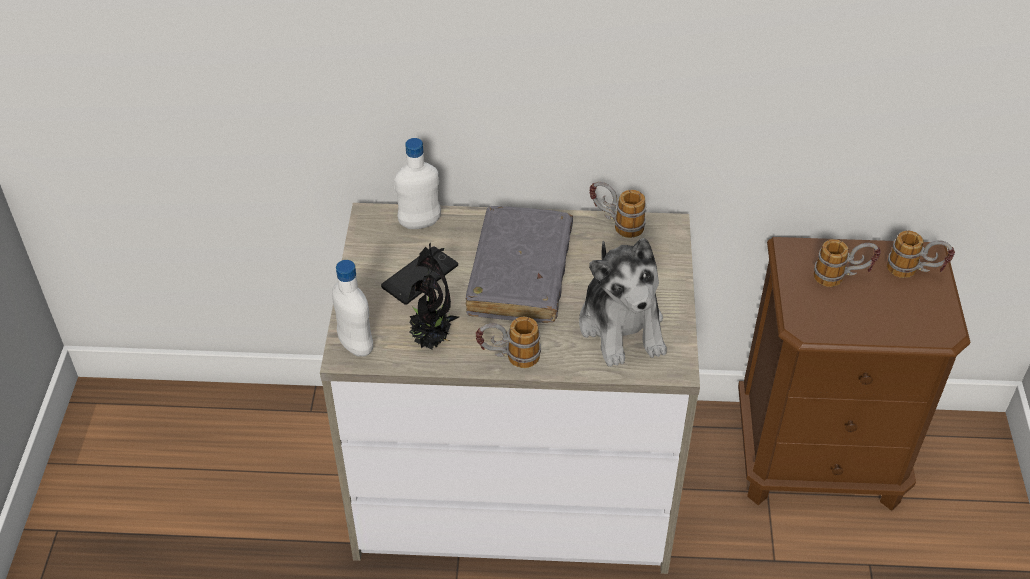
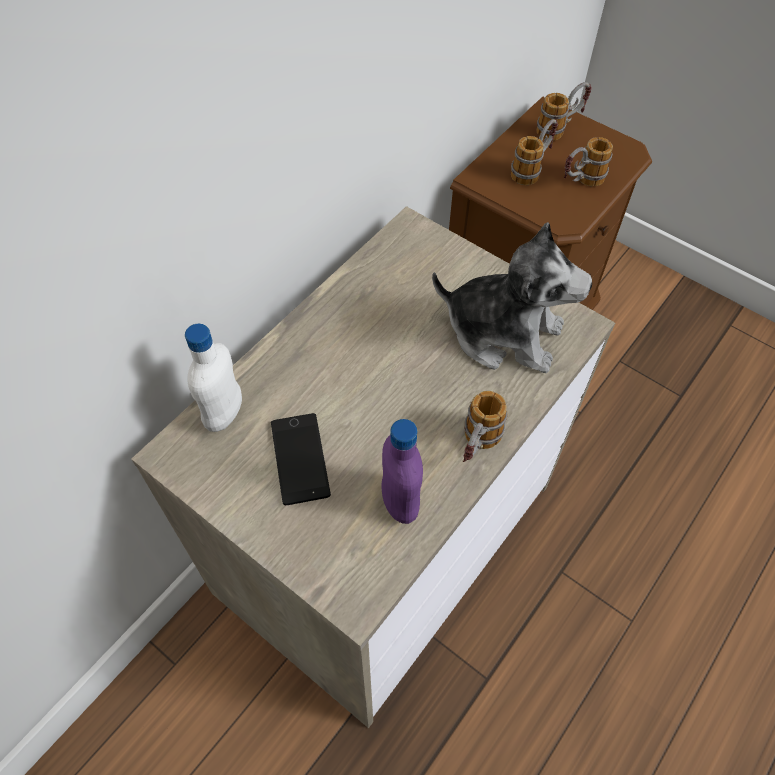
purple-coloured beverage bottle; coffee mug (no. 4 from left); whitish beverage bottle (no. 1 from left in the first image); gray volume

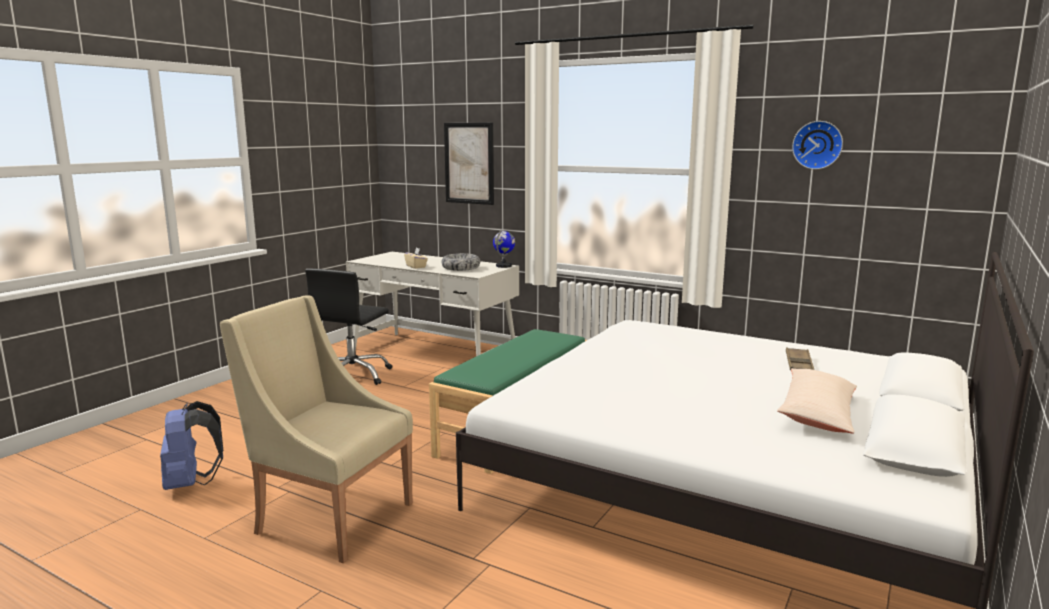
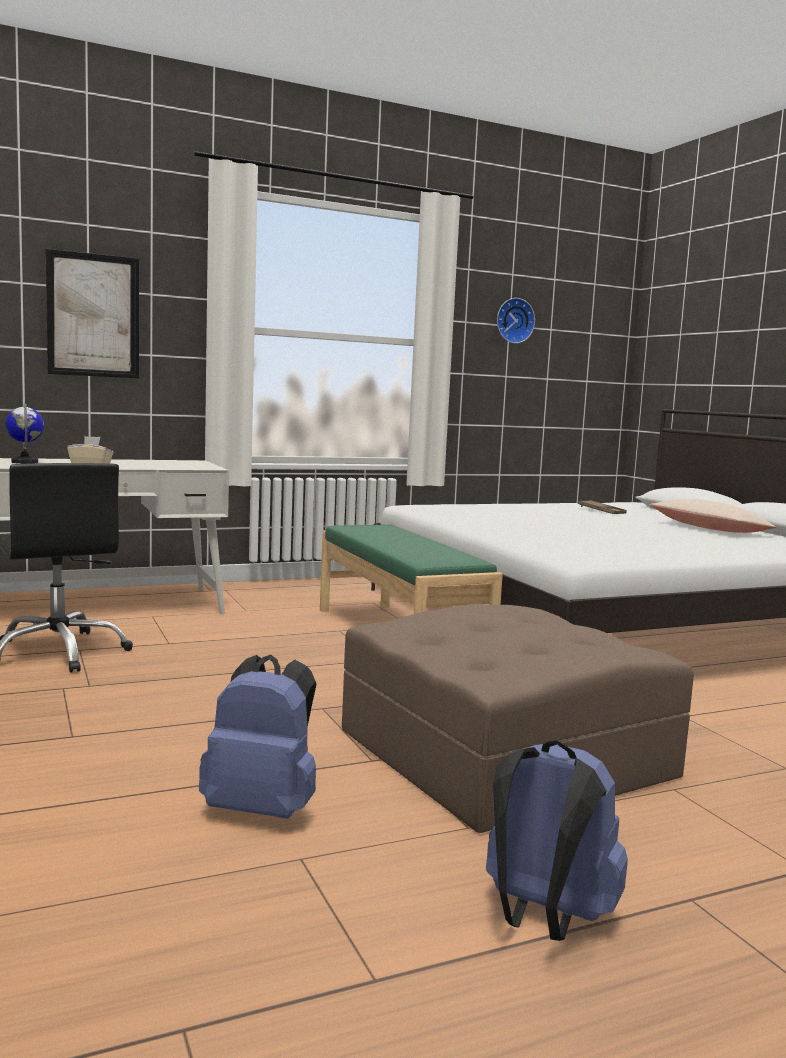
desk globe; brownish ottoman; blue rucksack (no. 2 from left); serving bowl

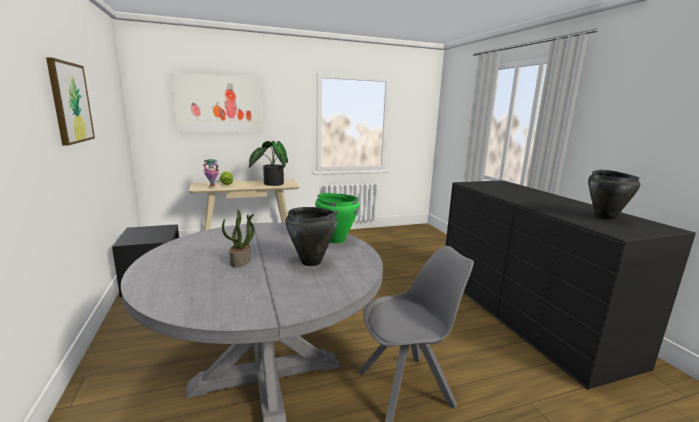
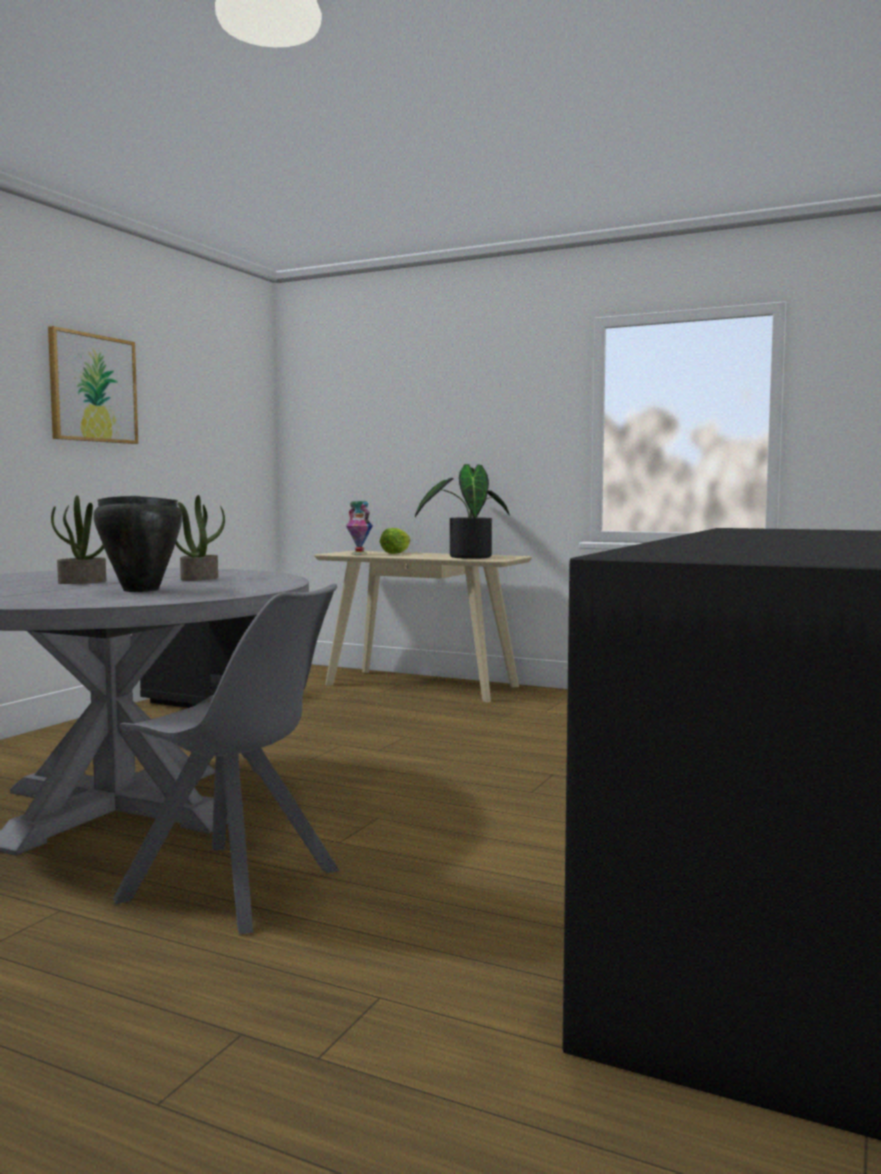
plant in a pot (no. 2 from left); wall art (no. 2 from left in the first image); green stockpot; black-coloured stockpot (no. 2 from left in the first image)

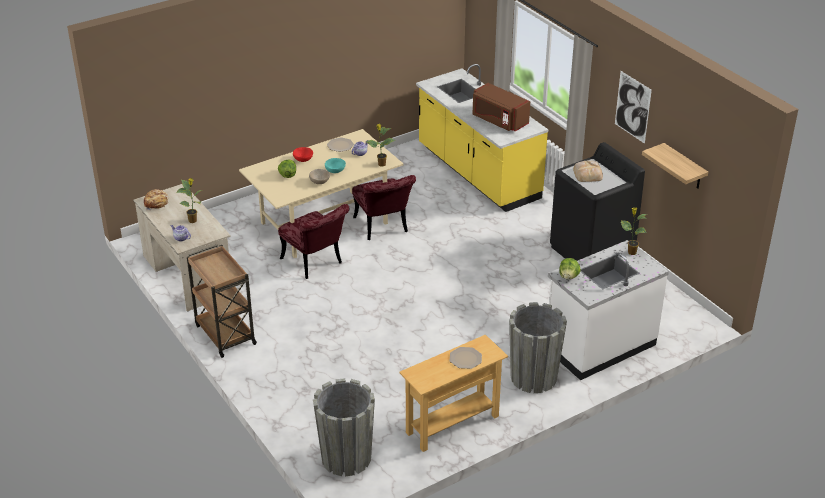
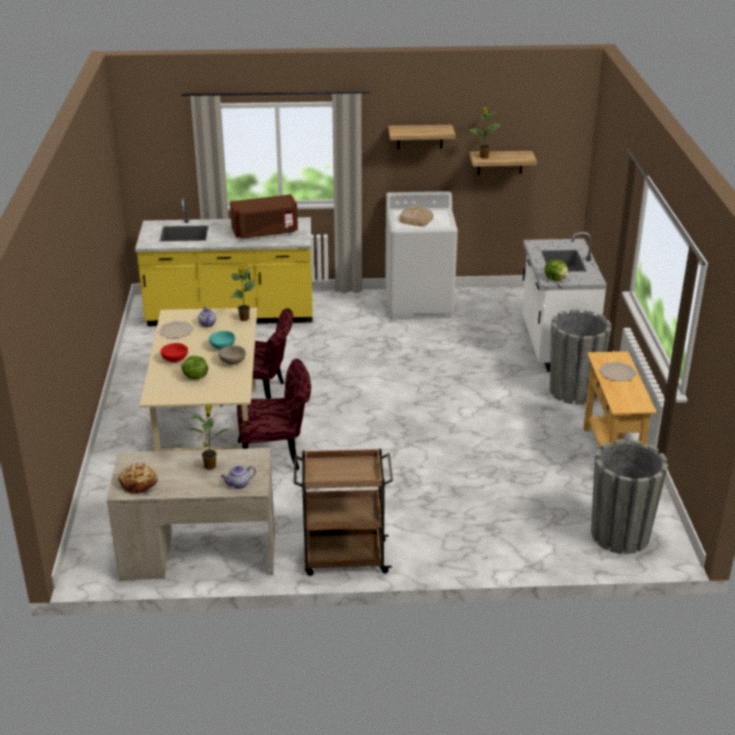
whitish laundry machine; wall shelf (no. 1 from left); plant in a pot (no. 3 from left)

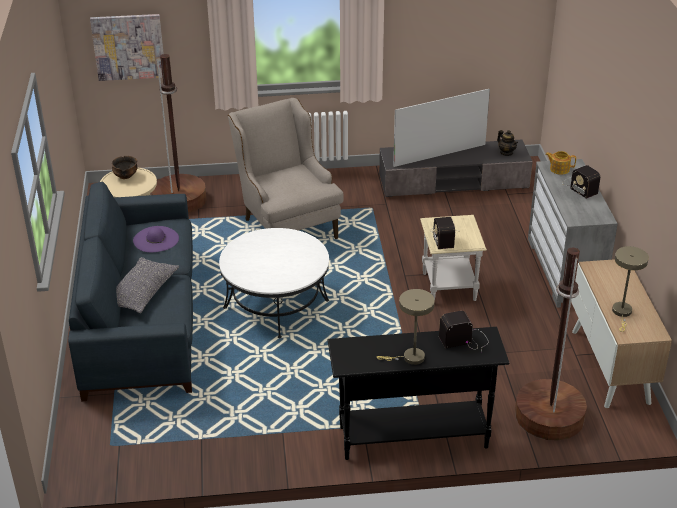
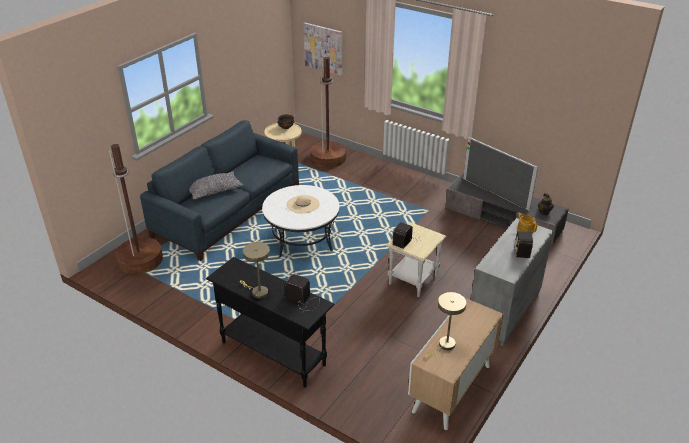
brownish floor lamp (no. 1 from left); sand-coloured clothing hat; TV set; purple-coloured clothing hat; sand-coloured lounge chair

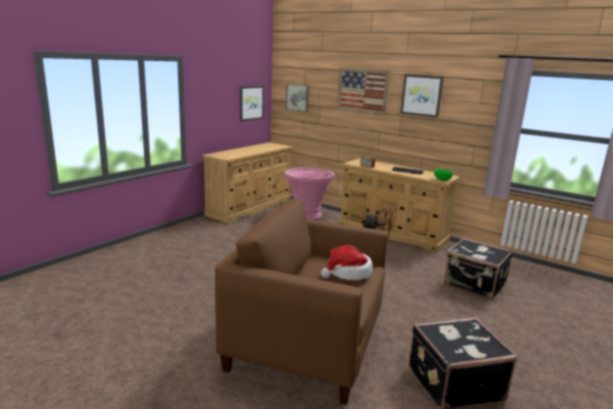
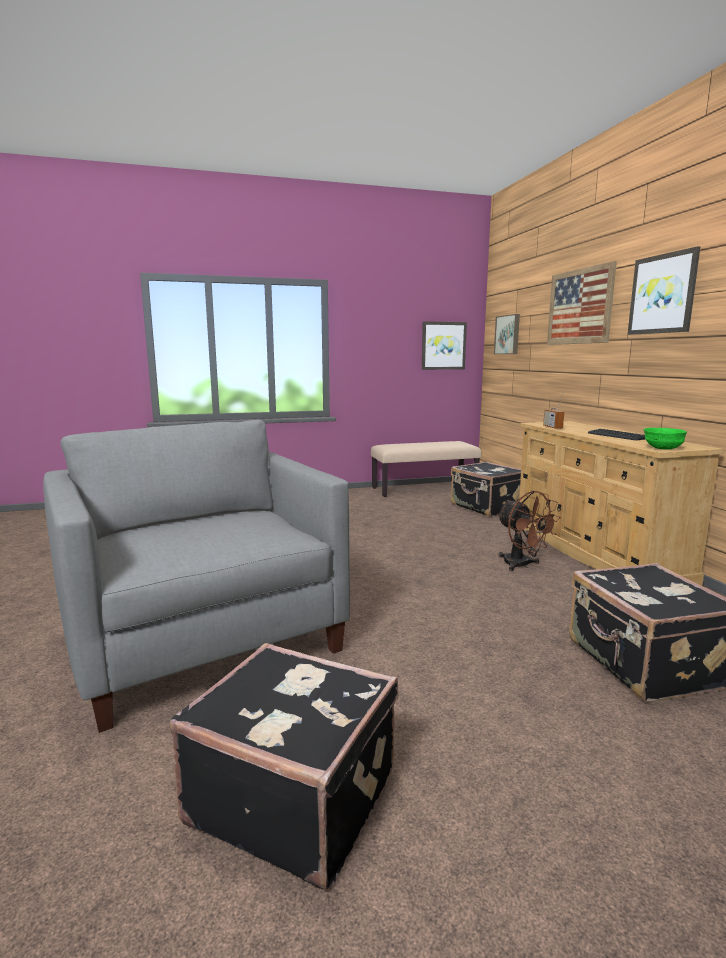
gray lounge chair; sand-coloured bench; black-coloured suitcase (no. 2 from left); clothing hat

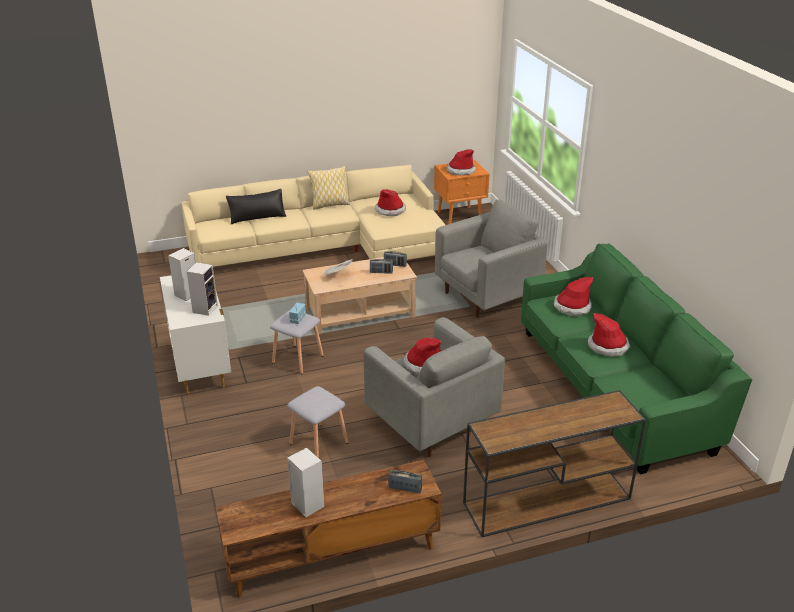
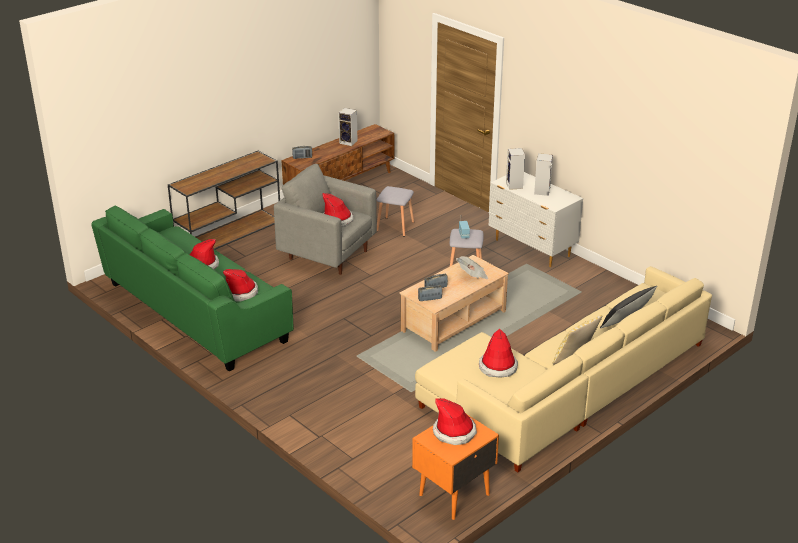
gray lounge chair (no. 2 from left in the first image)

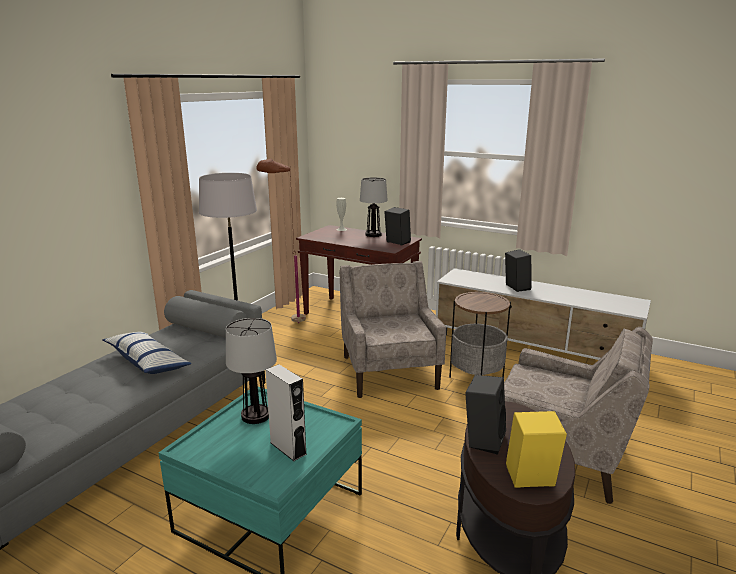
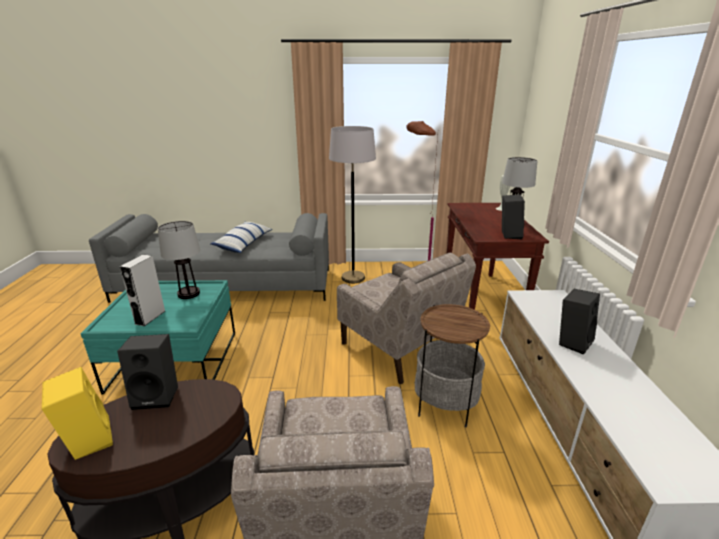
sand-coloured lounge chair (no. 2 from left)

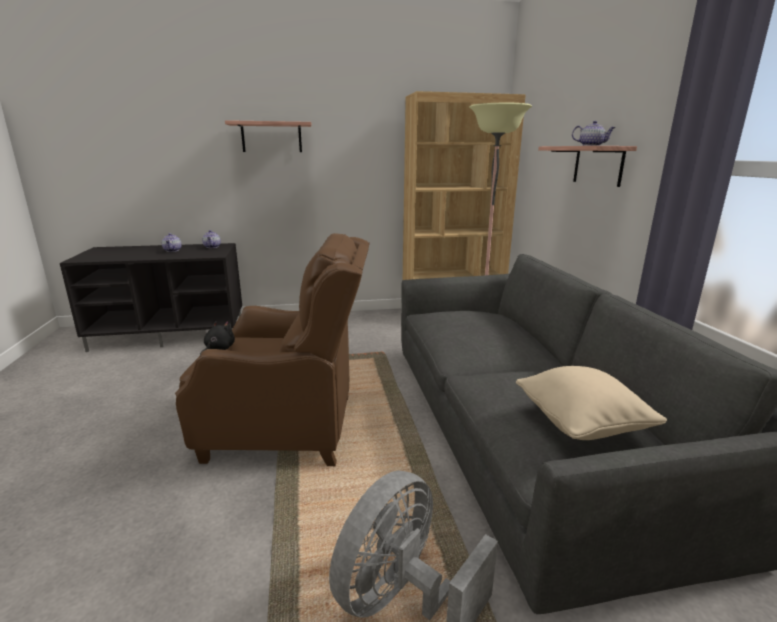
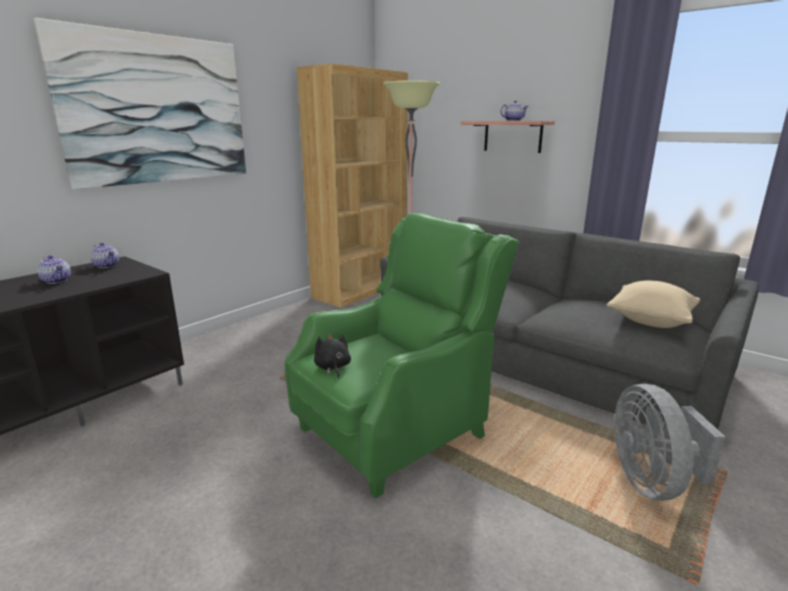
wall art; green lounge chair

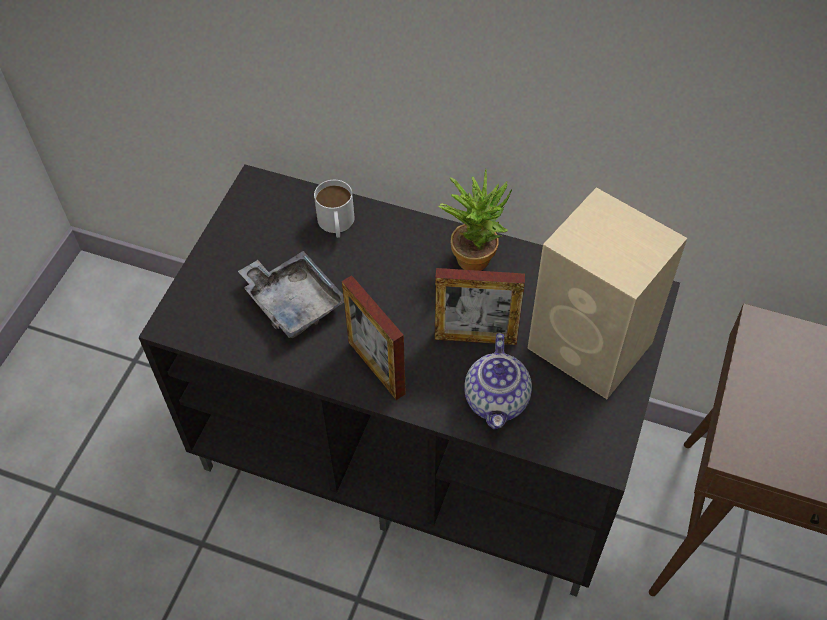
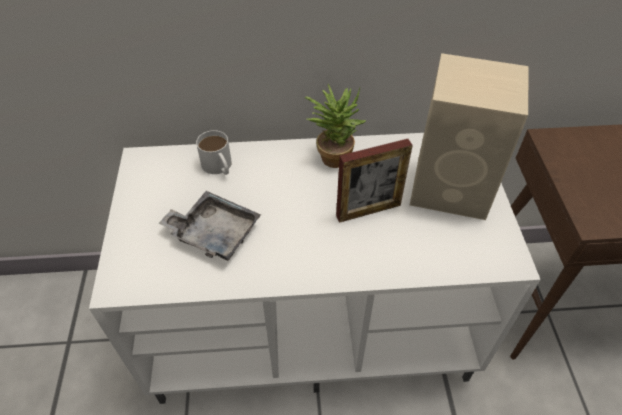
whitish tv unit; photo frame (no. 1 from left in the first image); tea pot

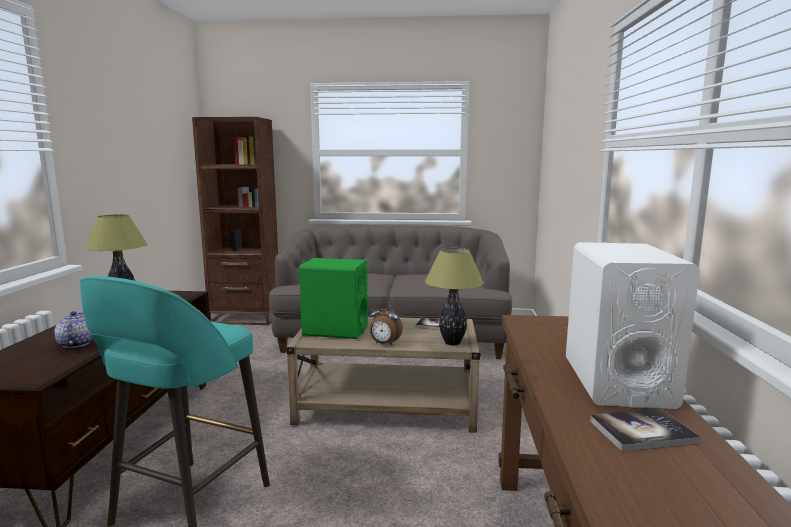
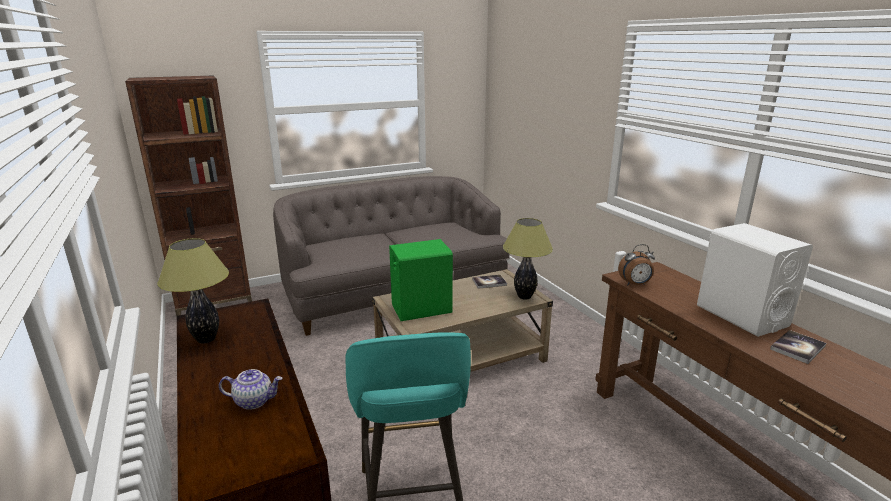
tea pot; table clock

